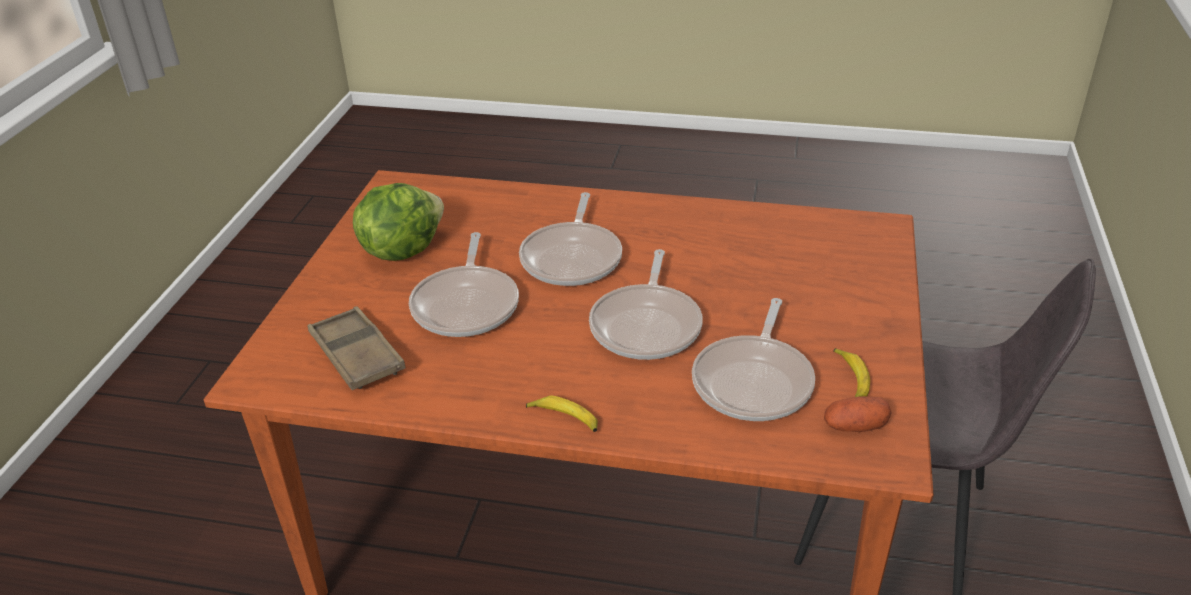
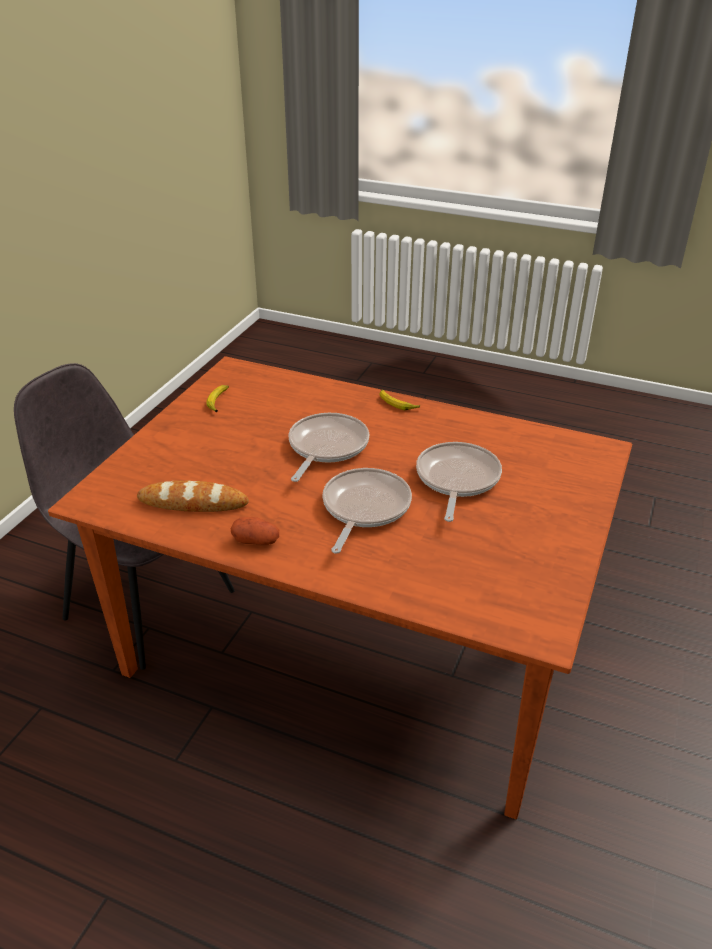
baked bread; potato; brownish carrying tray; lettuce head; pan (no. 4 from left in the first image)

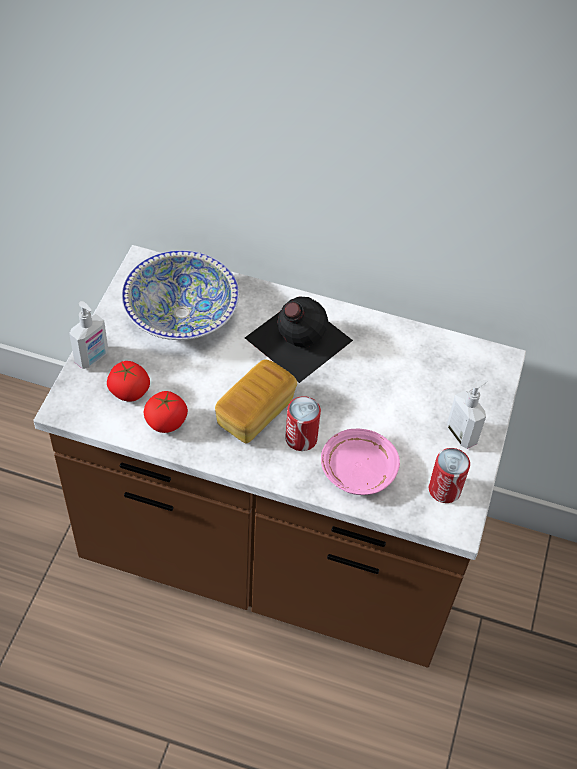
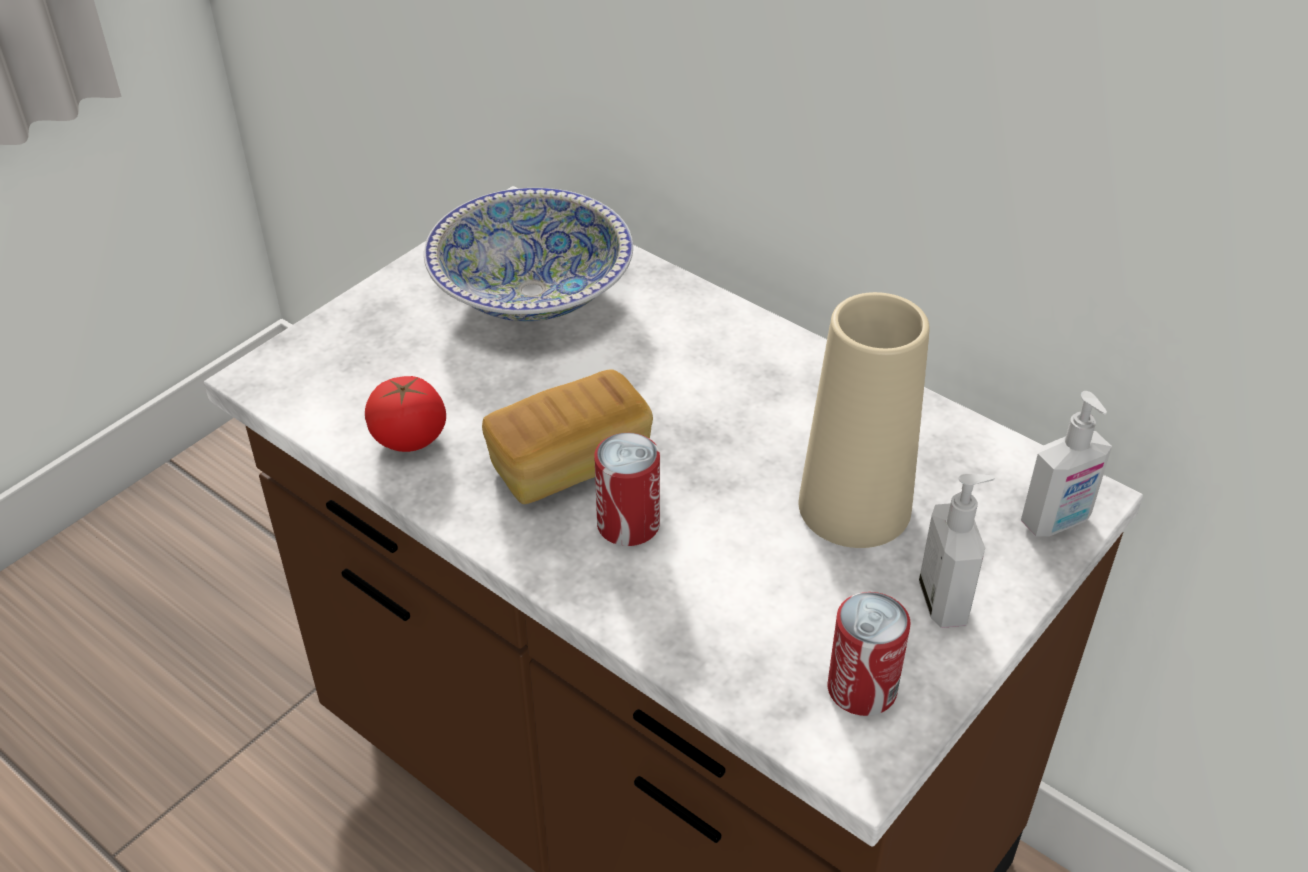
sand-coloured flower vase; soap dispenser (no. 2 from left); fresh tomato (no. 1 from left in the first image); black-coloured beverage bottle; pinkish plate

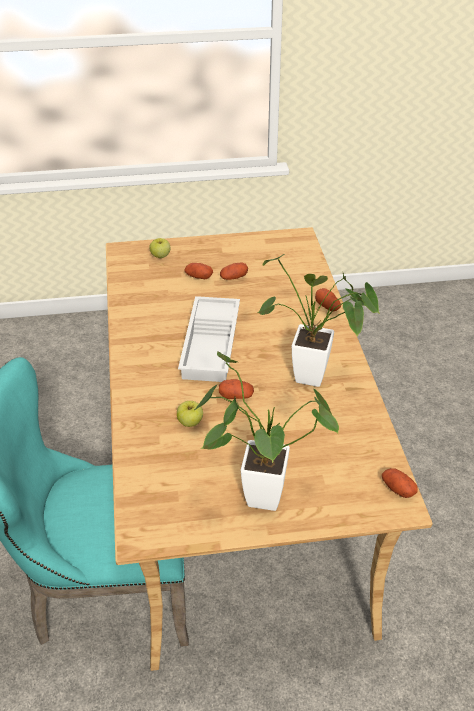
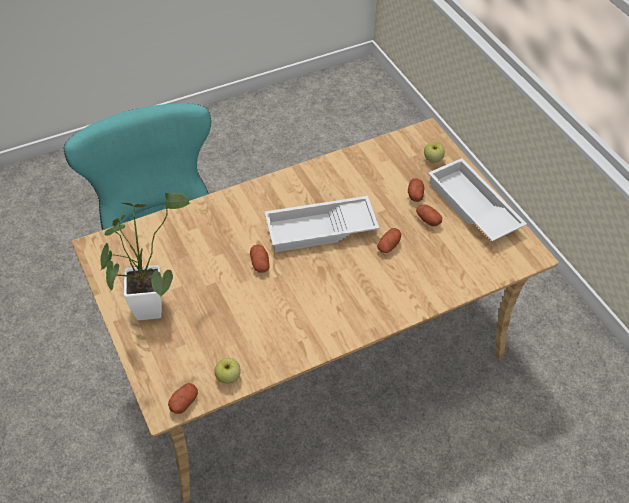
apple (no. 1 from left); potato (no. 3 from left); whitish carrying tray (no. 2 from left); plant in a pot (no. 2 from left in the first image)

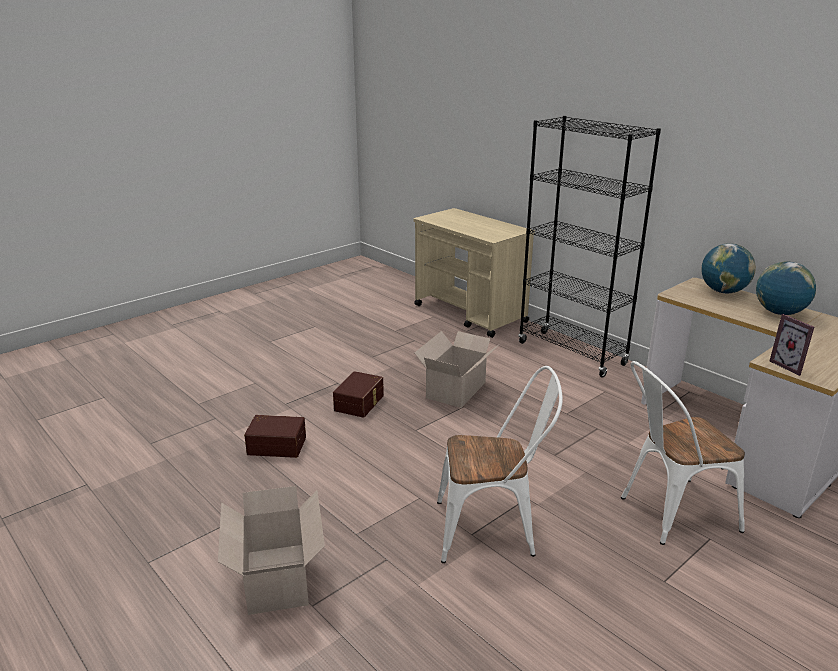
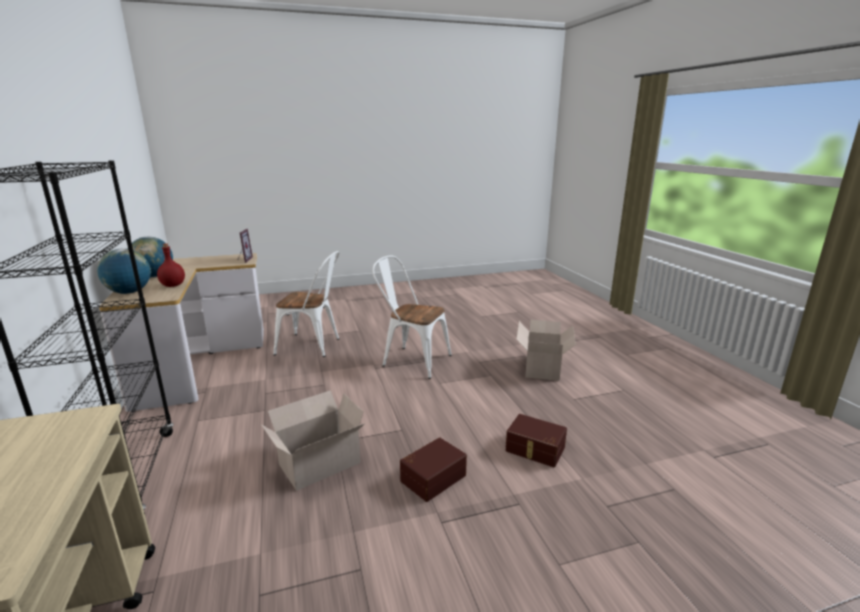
reddish beverage bottle

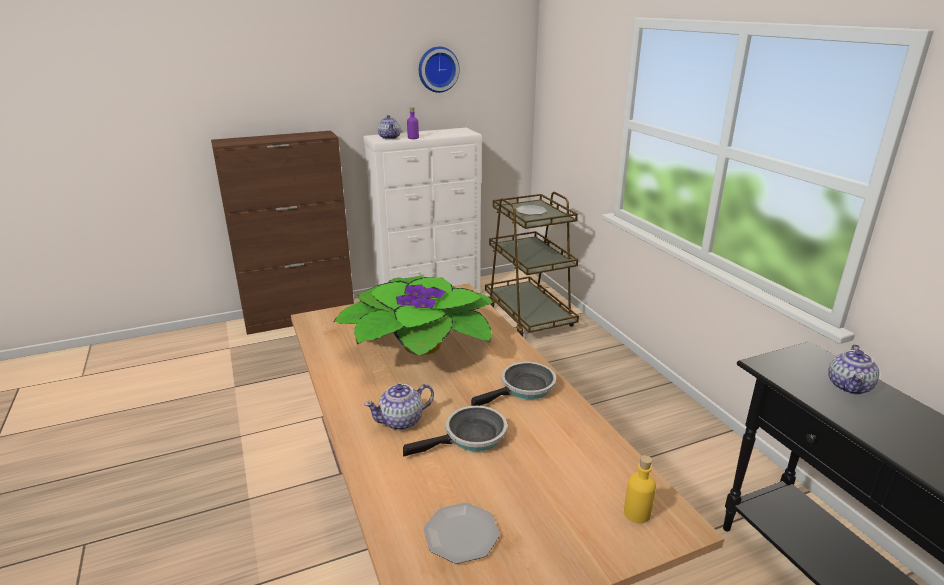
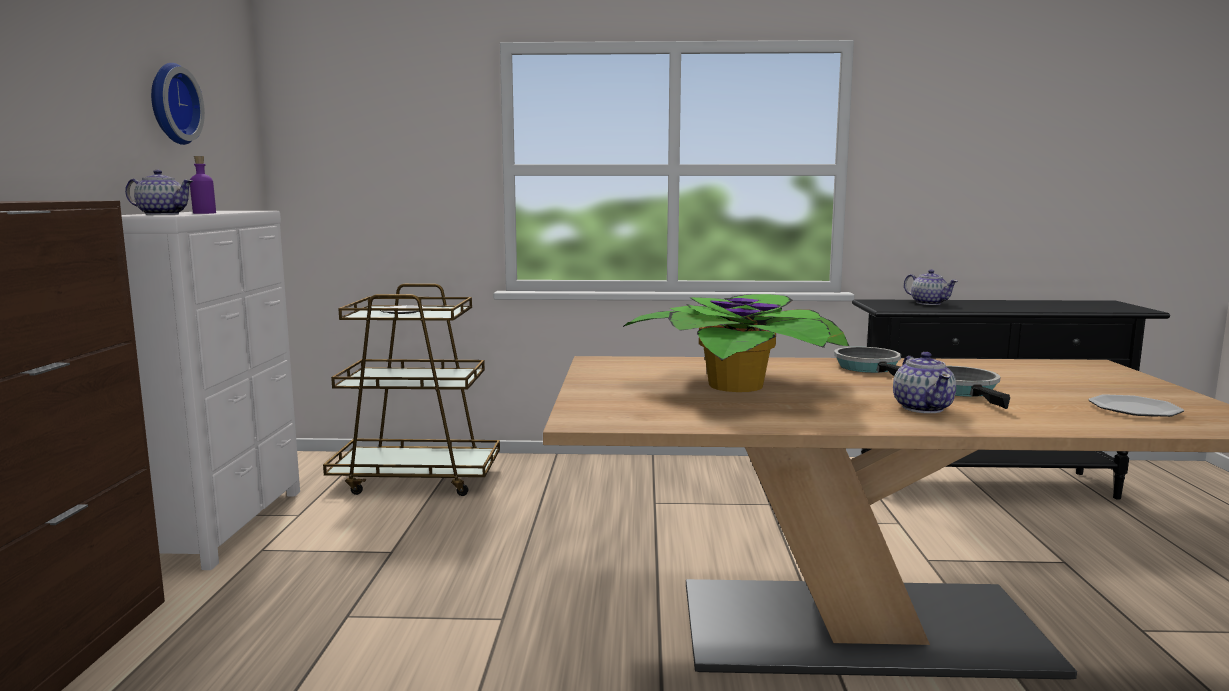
yellow beverage bottle

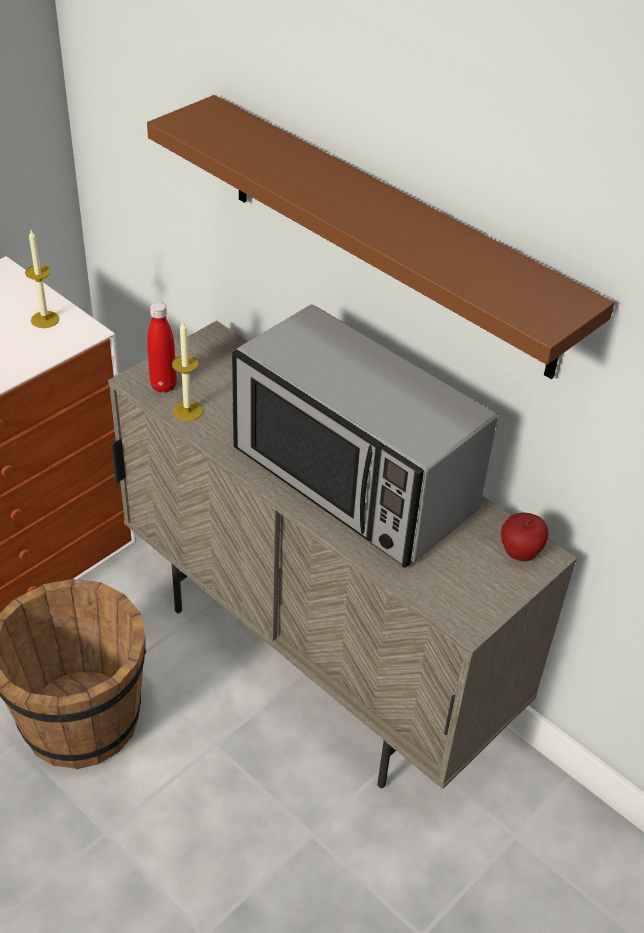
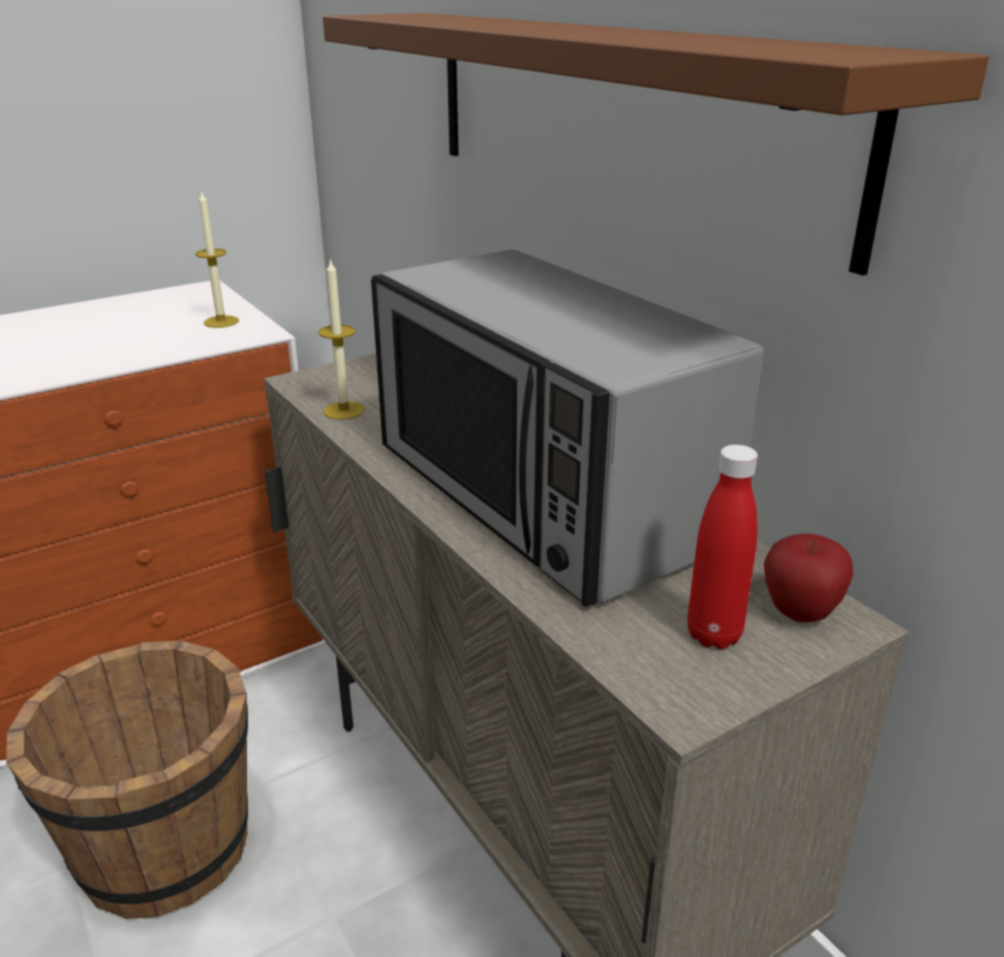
reddish beverage bottle

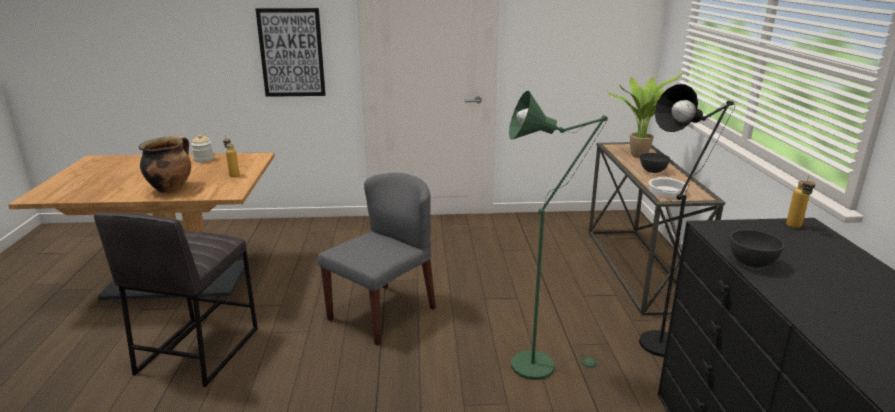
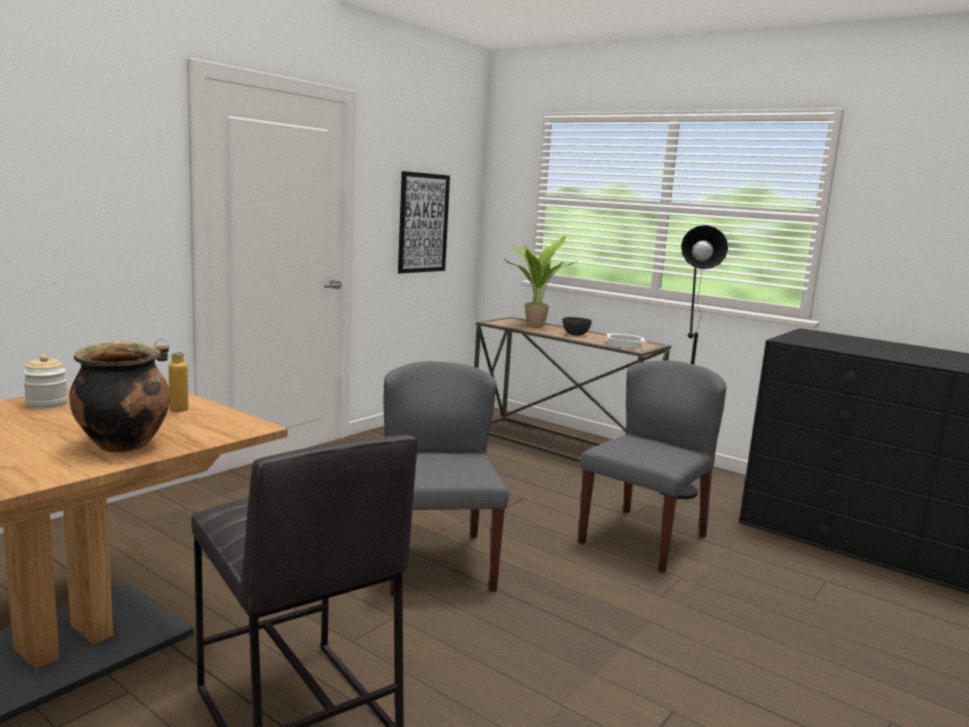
wall art; gray chair (no. 2 from left); gray serving bowl (no. 2 from left in the first image); beverage bottle (no. 2 from left in the first image)

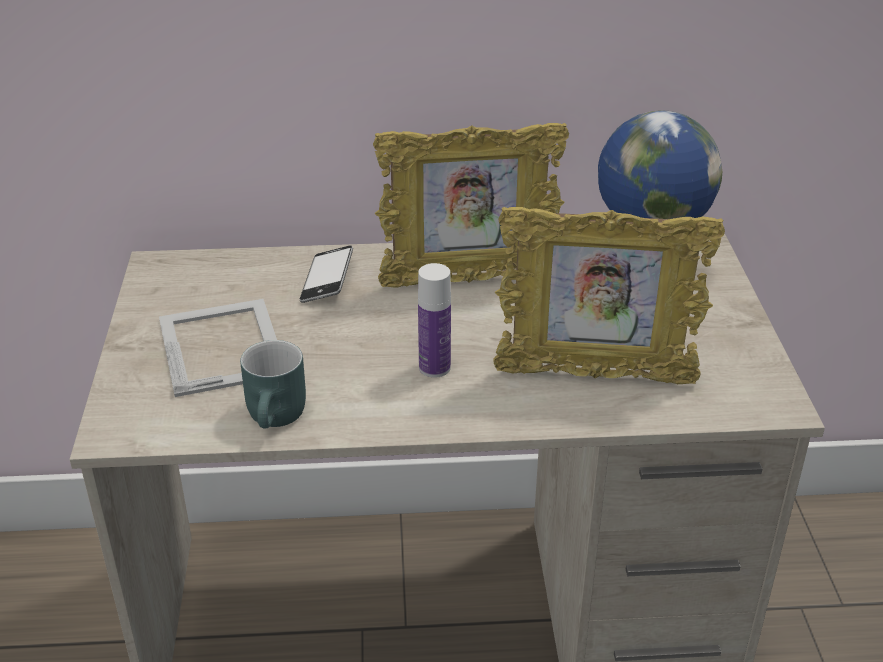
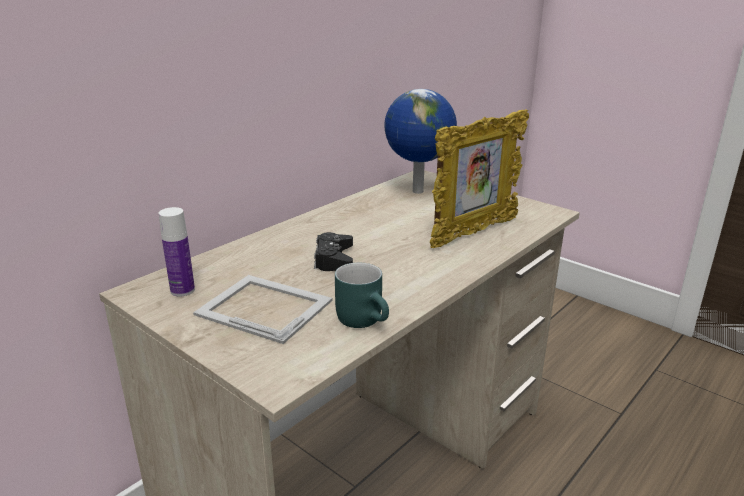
beverage bottle; black-coloured game controller; telephone; photo frame (no. 2 from left in the first image)

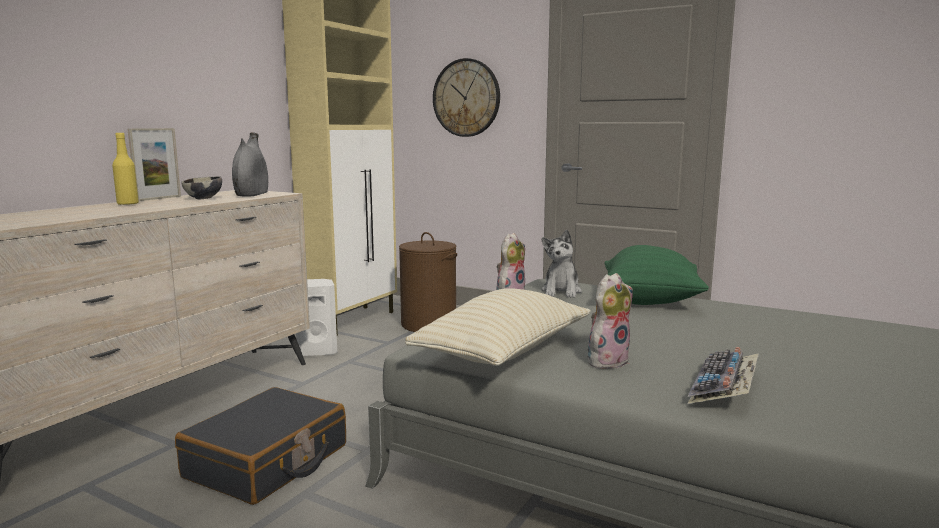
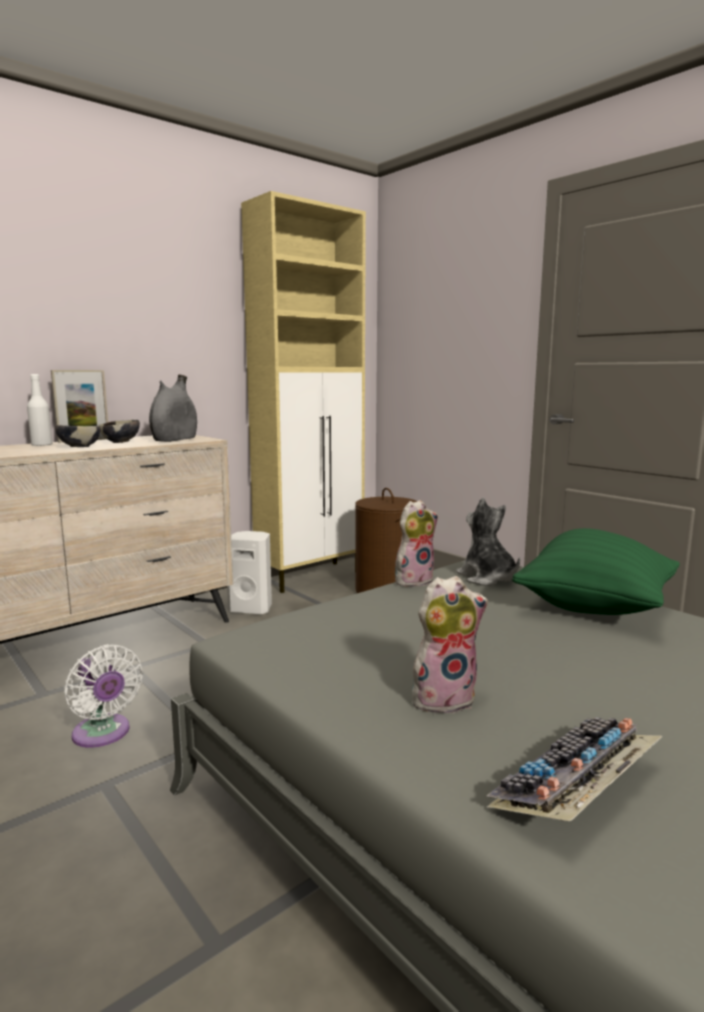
whitish beverage bottle; serving bowl (no. 1 from left); whitish cooling fan; cuddly toy (no. 3 from left); sand-coloured throw pillow; wall clock

